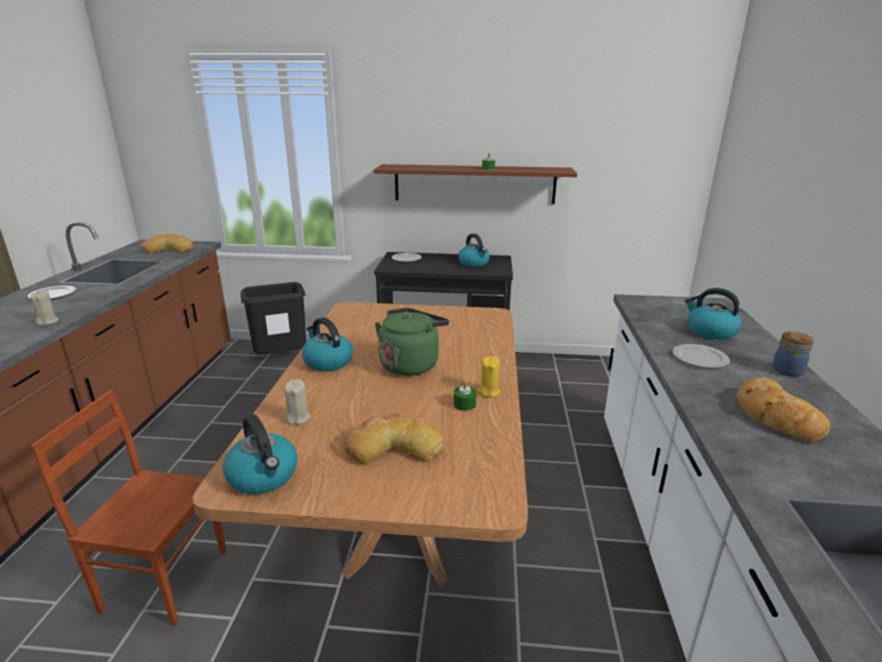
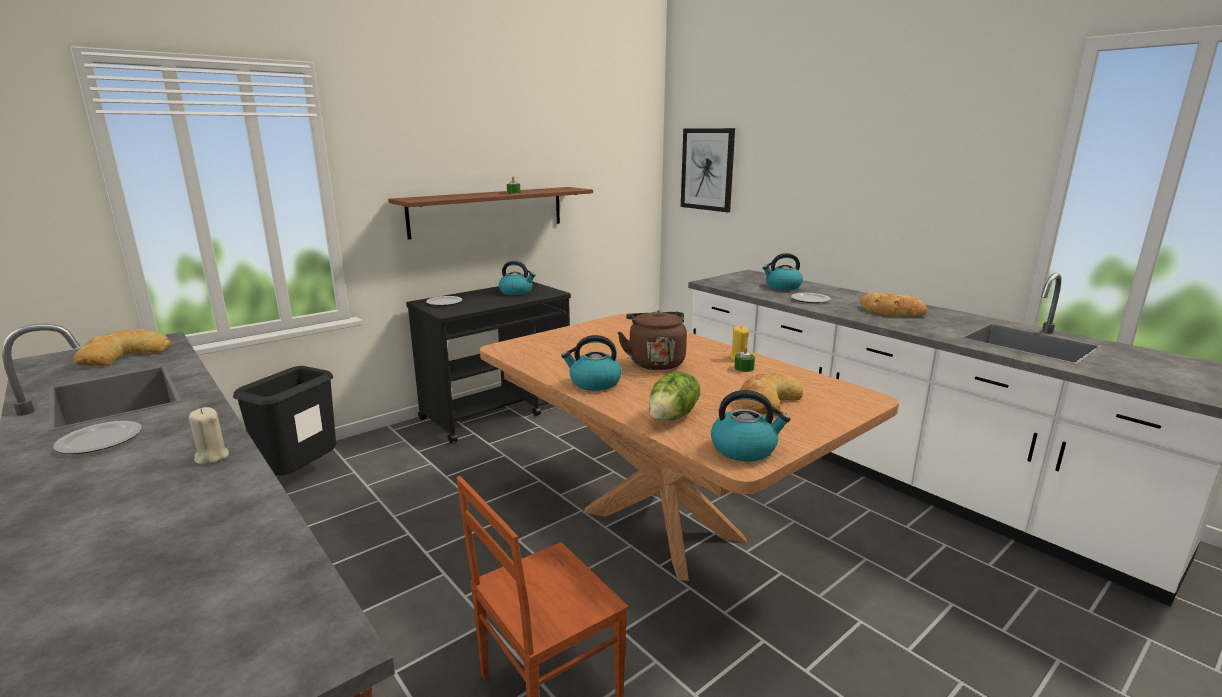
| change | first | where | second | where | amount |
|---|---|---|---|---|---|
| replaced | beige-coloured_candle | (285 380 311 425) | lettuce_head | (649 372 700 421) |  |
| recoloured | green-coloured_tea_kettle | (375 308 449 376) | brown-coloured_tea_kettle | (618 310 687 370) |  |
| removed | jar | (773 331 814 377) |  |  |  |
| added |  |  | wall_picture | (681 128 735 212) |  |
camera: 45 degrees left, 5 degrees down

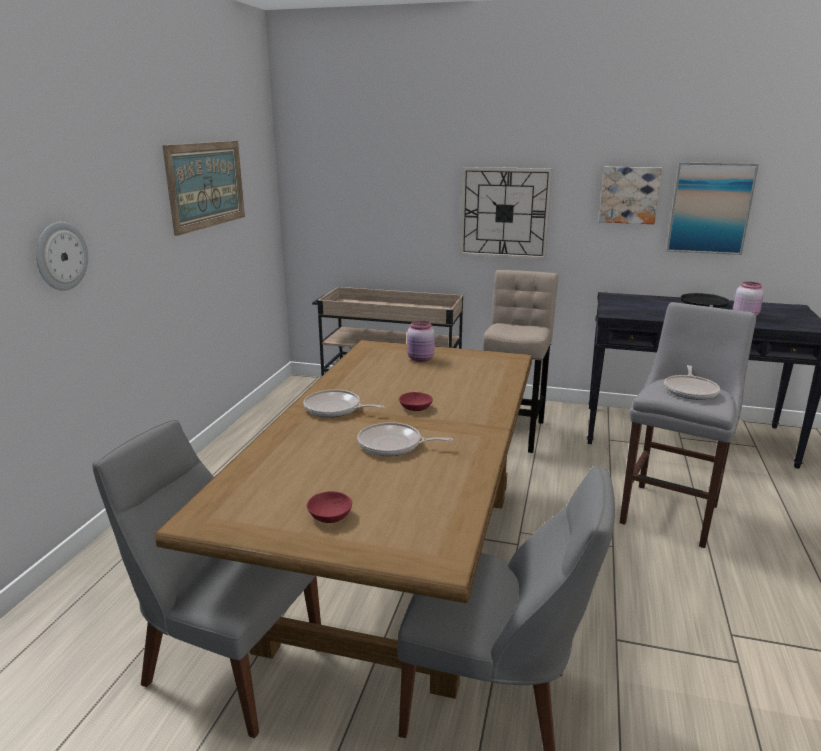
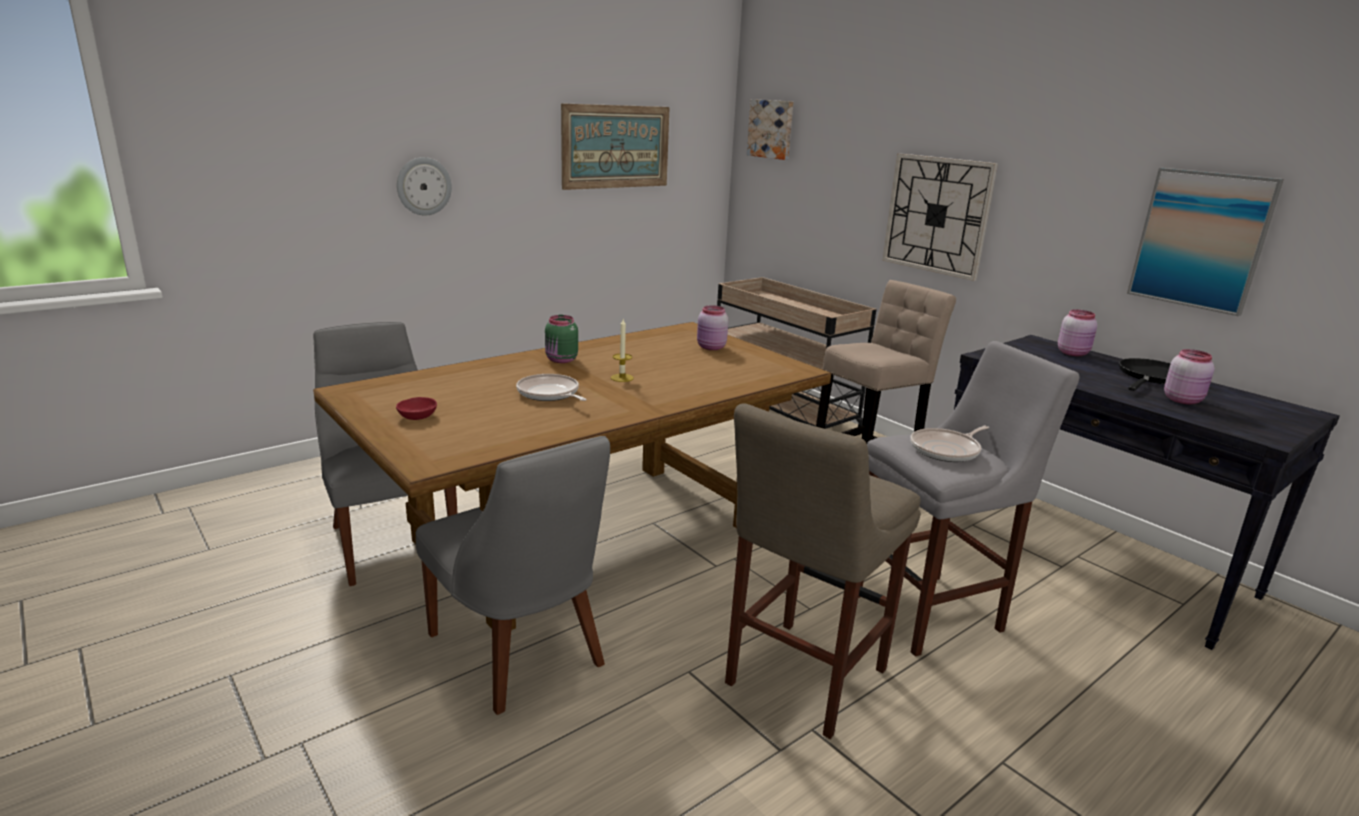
| change | first | where | second | where | amount |
|---|---|---|---|---|---|
| replaced | pan | (304 389 384 417) | green-coloured_jar | (545 315 578 363) |  |
| replaced | red_deep_dish | (399 392 433 411) | candle | (611 319 634 382) |  |
| moved | wall_picture | (599 167 662 224) |  | (747 99 793 160) |  |
| added |  |  | beige-coloured_stool | (725 403 921 739) |  |
| added |  |  | pink_jar | (1058 309 1097 356) |  |
camera: 35 degrees right, 0 degrees up

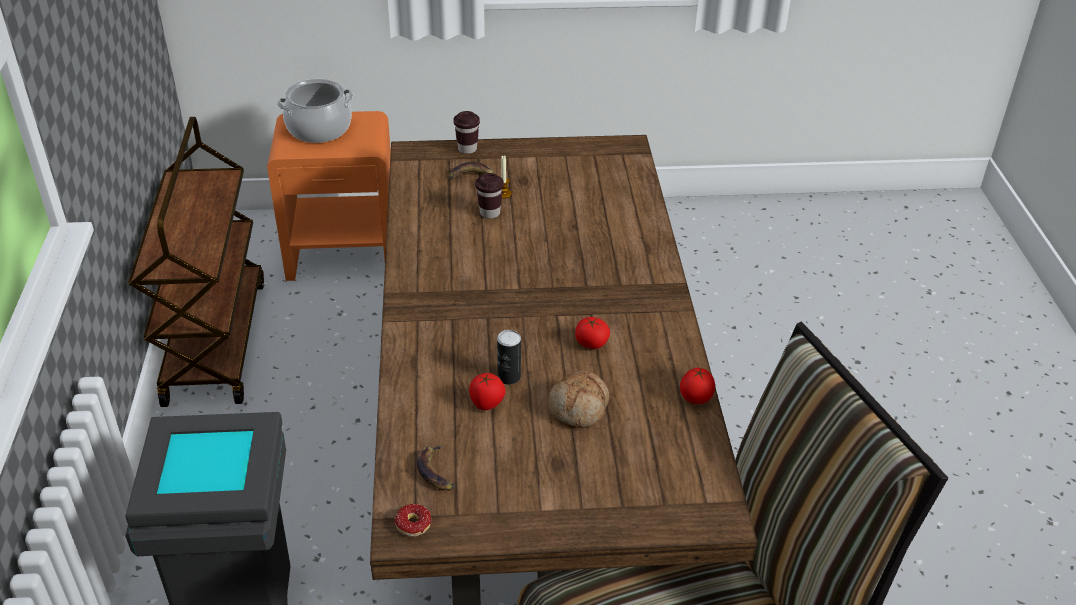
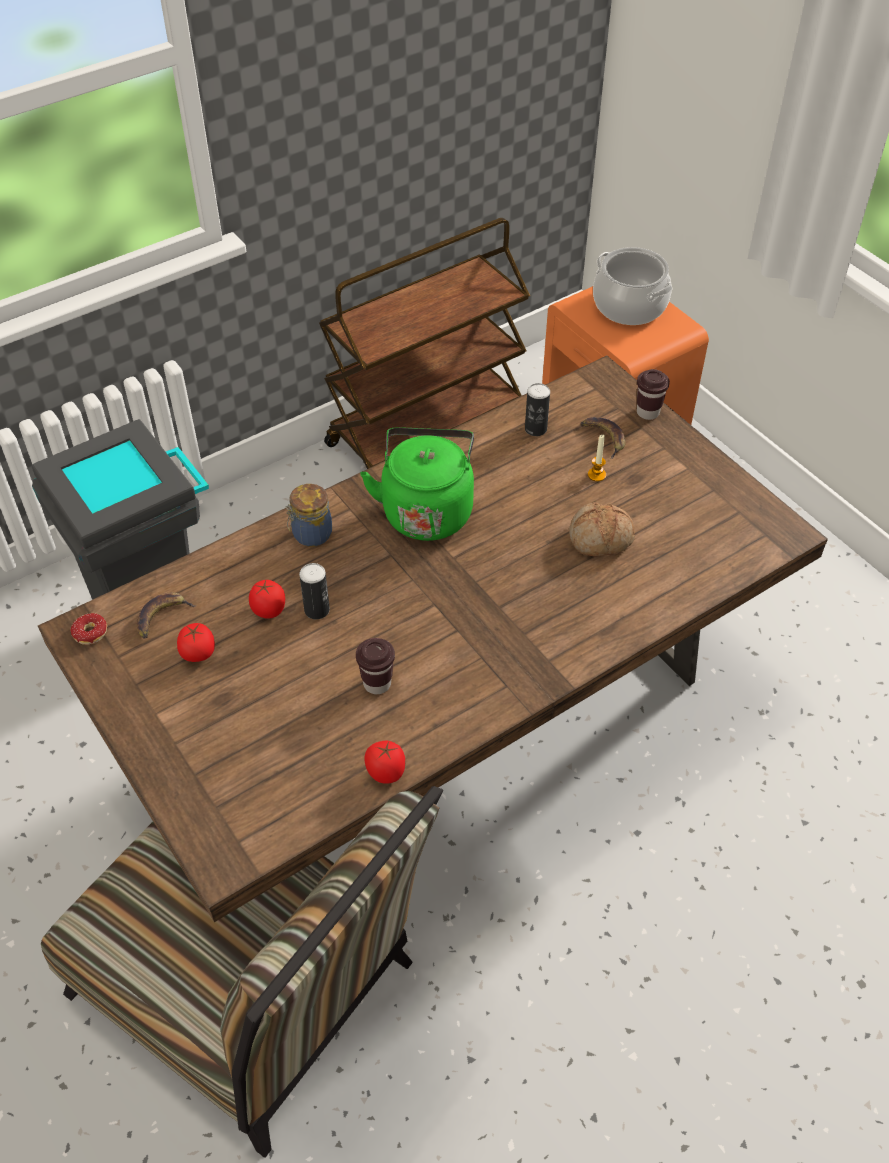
| change | first | where | second | where | amount |
|---|---|---|---|---|---|
| moved | brown-coloured_cup | (475 173 504 219) |  | (356 638 395 694) |  |
| moved | bread | (548 371 609 428) |  | (569 502 635 557) |  |
| moved | fresh_tomato | (575 317 610 349) |  | (177 623 215 662) |  |
| added |  |  | jar | (286 484 332 547) |  |
| added |  |  | green-coloured_tea_kettle | (360 427 474 541) |  |
| added |  |  | can | (525 383 550 436) |  |
camera: 60 degrees right, 10 degrees up

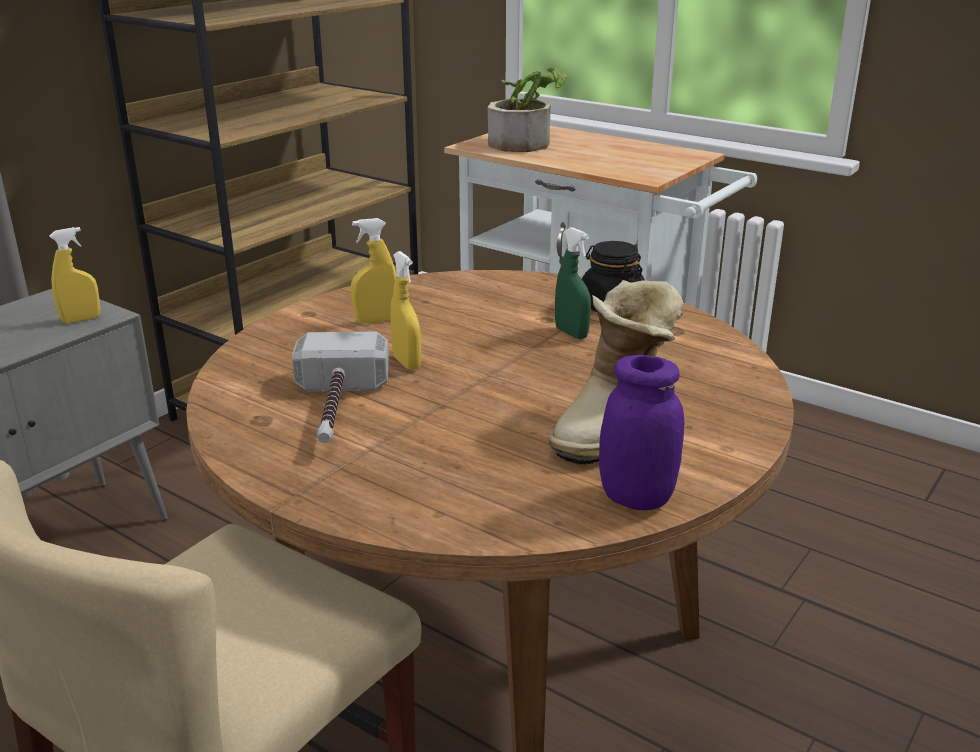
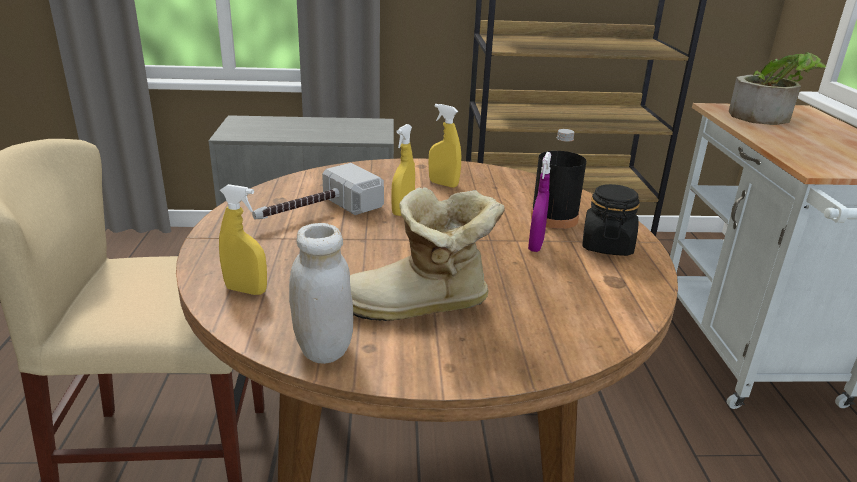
| change | first | where | second | where | amount |
|---|---|---|---|---|---|
| moved | yellow_hand_sprayer | (49 227 101 324) |  | (219 184 267 295) |  |
| recoloured | green-coloured_hand_sprayer | (555 227 591 339) | purple-coloured_hand_sprayer | (528 152 551 252) |  |
| recoloured | purple-coloured_jar | (599 355 685 510) | white_jar | (289 223 353 364) |  |
| added |  |  | blackish_beverage_bottle | (531 129 586 229) |  |
camera: 50 degrees right, 0 degrees up

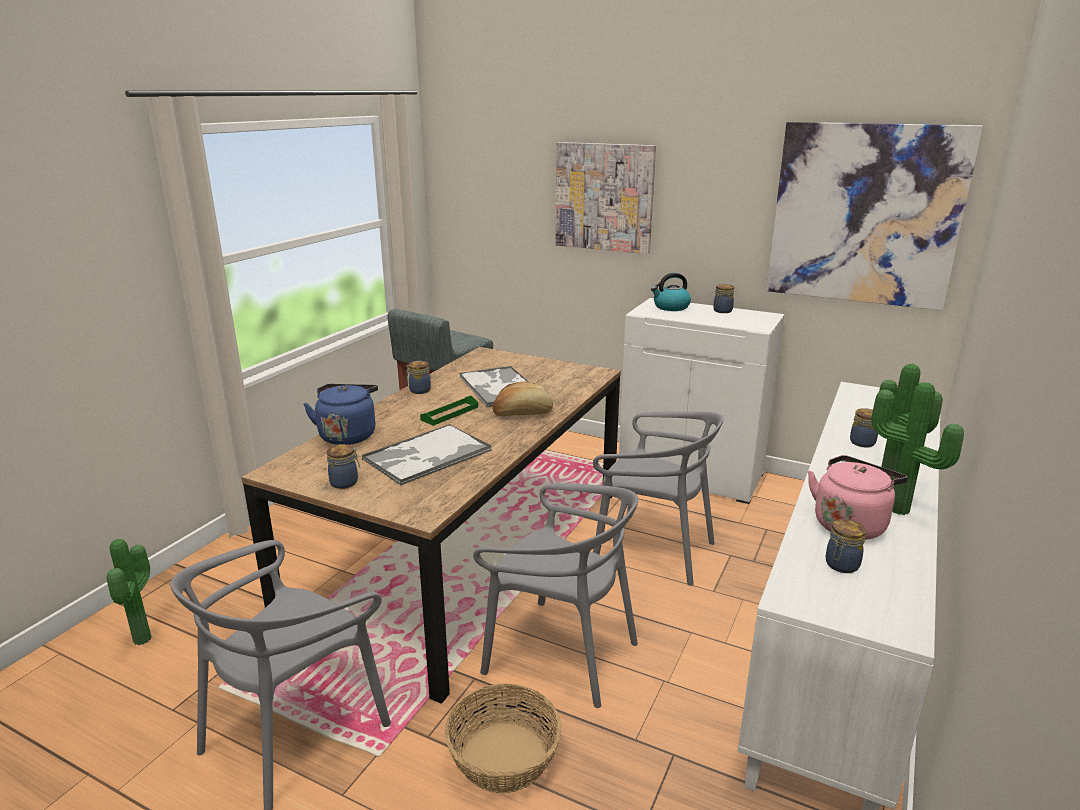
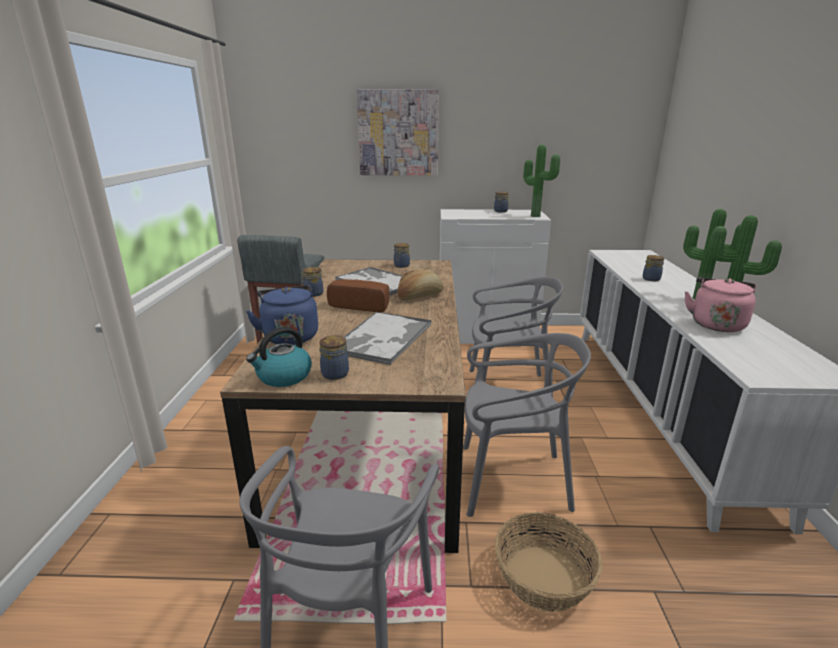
| change | first | where | second | where | amount |
|---|---|---|---|---|---|
| moved | potted_plant | (107 539 152 645) |  | (523 145 560 217) |  |
| replaced | green-coloured_tray | (420 396 478 426) | bread | (327 279 389 312) |  |
| moved | tea_kettle | (651 273 691 311) |  | (246 327 312 387) |  |
| removed | wall_picture | (766 122 983 311) |  |  |  |
| moved | jar | (826 519 866 573) |  | (394 243 410 268) |  |
camera: 25 degrees left, 0 degrees up

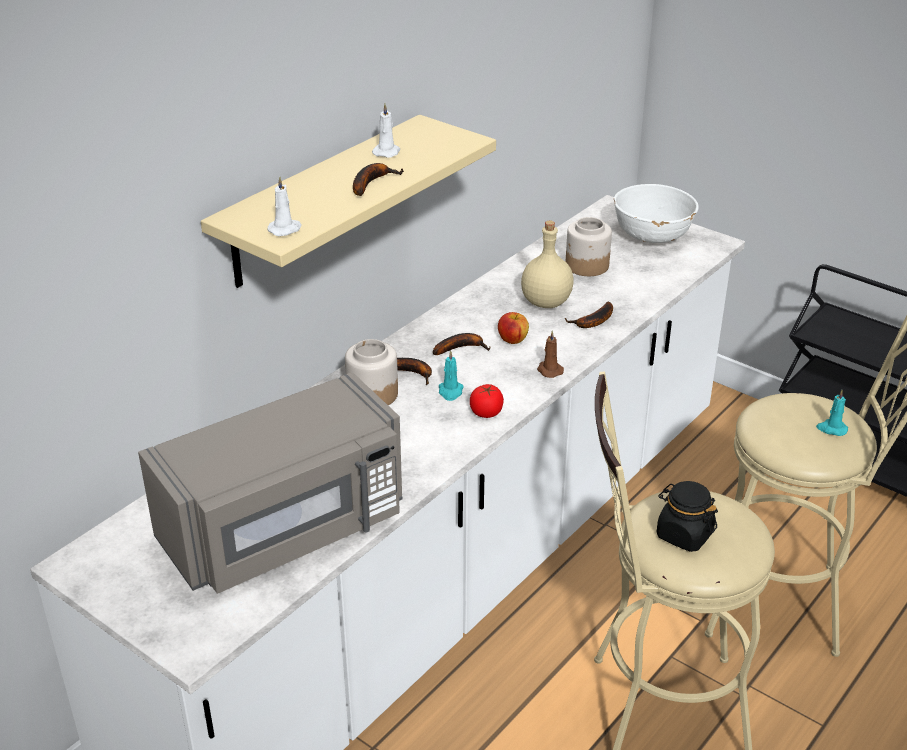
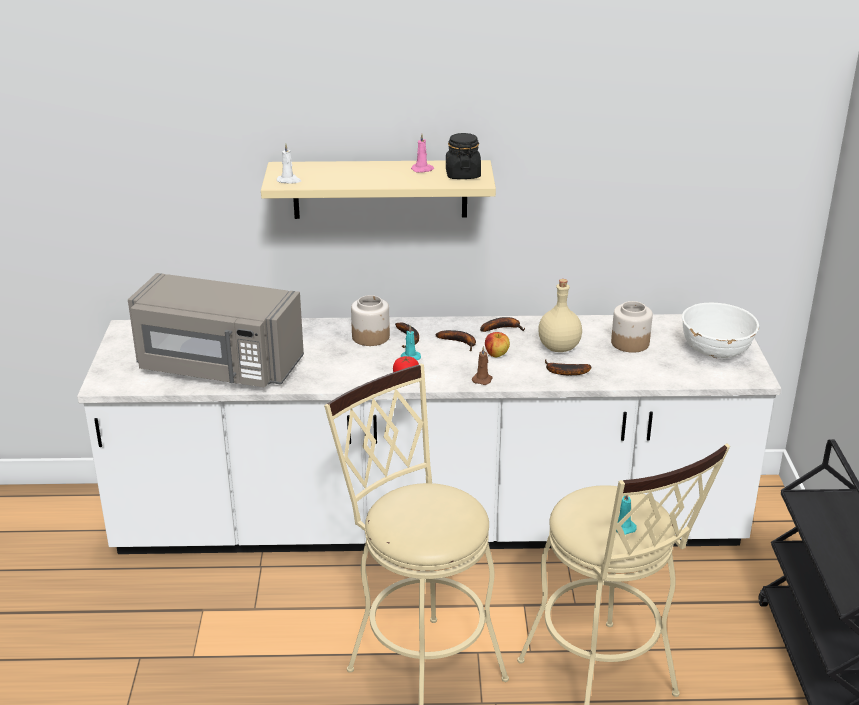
| change | first | where | second | where | amount |
|---|---|---|---|---|---|
| moved | whole_banana | (353 163 404 196) |  | (480 317 525 332) |  |
| recoloured | white_candle | (372 103 400 158) | pink_candle | (411 134 434 173) |  |
| moved | blackish_jar | (657 481 718 552) |  | (446 133 481 179) |  |
camera: 50 degrees right, 5 degrees down

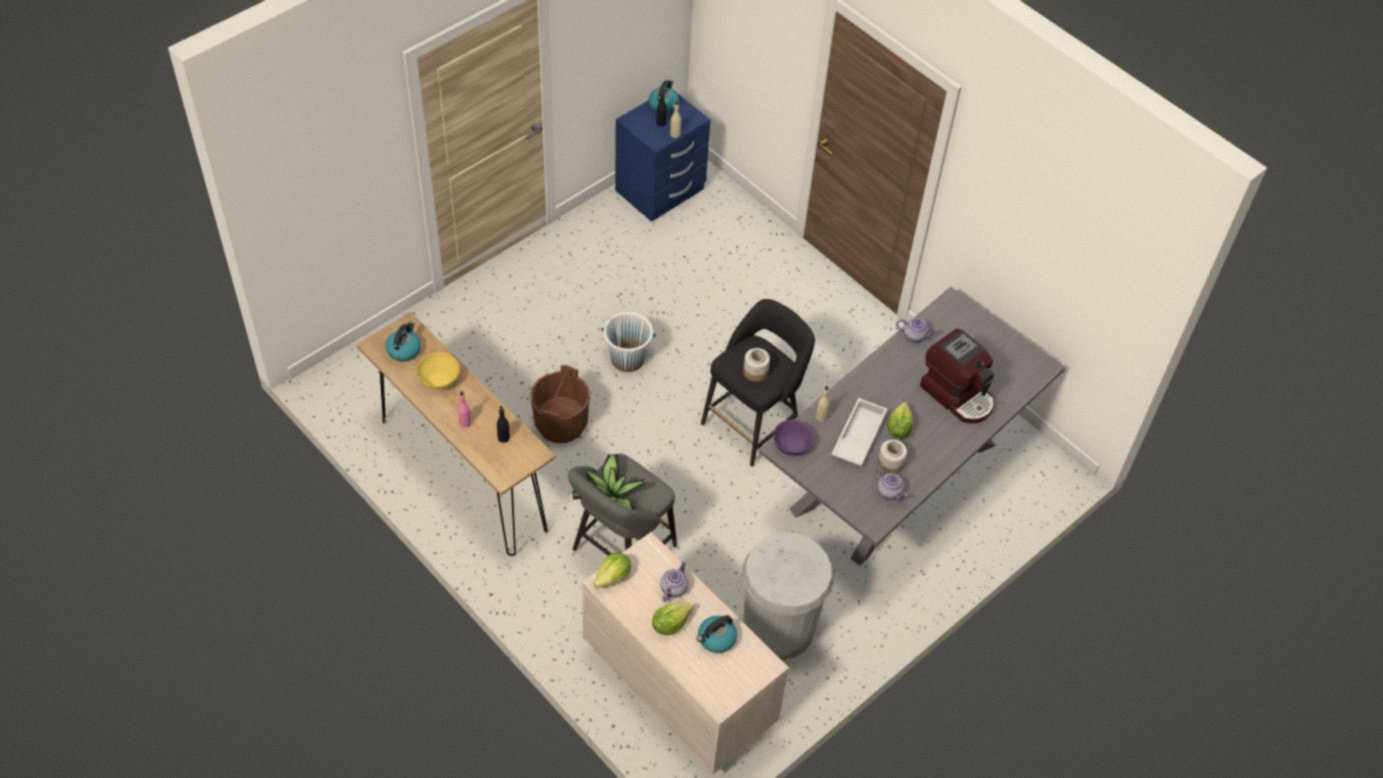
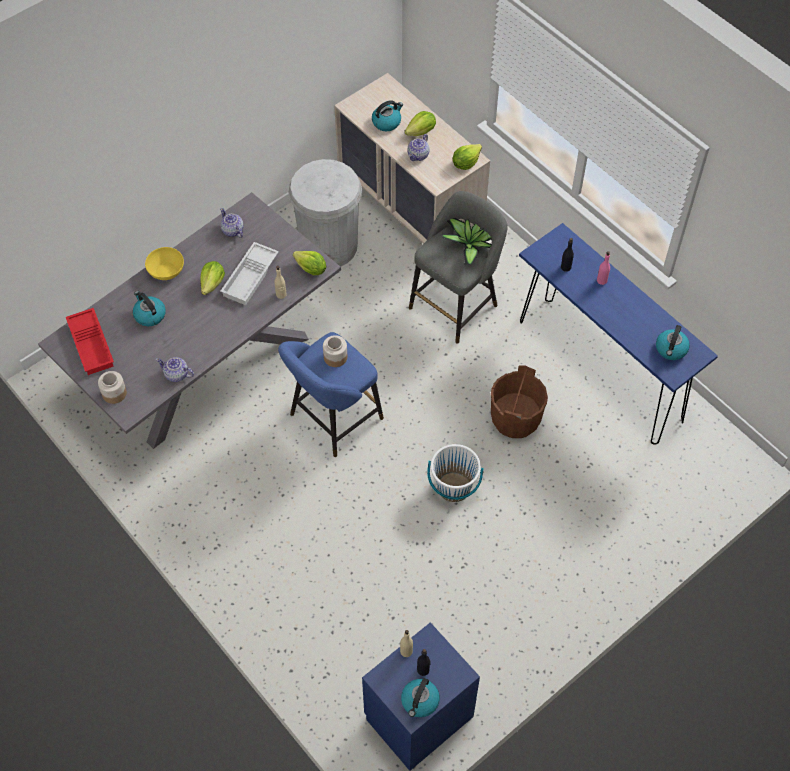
| change | first | where | second | where | amount |
|---|---|---|---|---|---|
| recoloured | brown-coloured_console_table | (356 312 556 556) | blue_console_table | (519 223 718 445) |  |
| moved | yellow_deep_dish | (417 353 460 389) |  | (145 247 184 280) |  |
| recoloured | blackish_stool | (701 299 815 466) | blue_stool | (278 332 384 457) |  |
| replaced | purple-coloured_deep_dish | (773 420 814 456) | lettuce_head | (293 251 326 275) |  |
| moved | jar | (877 440 907 474) |  | (98 371 127 404) |  |
| replaced | coffee_machine | (920 328 995 424) | tea_kettle | (133 291 166 326) |  |
| added |  |  | red_tray | (66 308 114 375) |  |
camera: 175 degrees left, 5 degrees up

